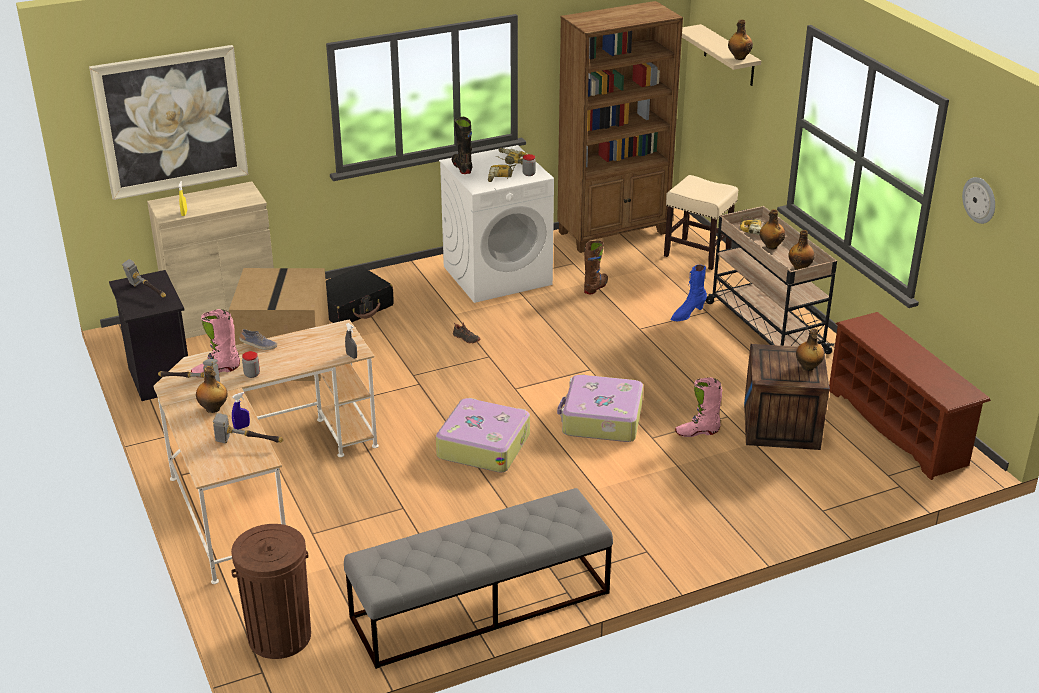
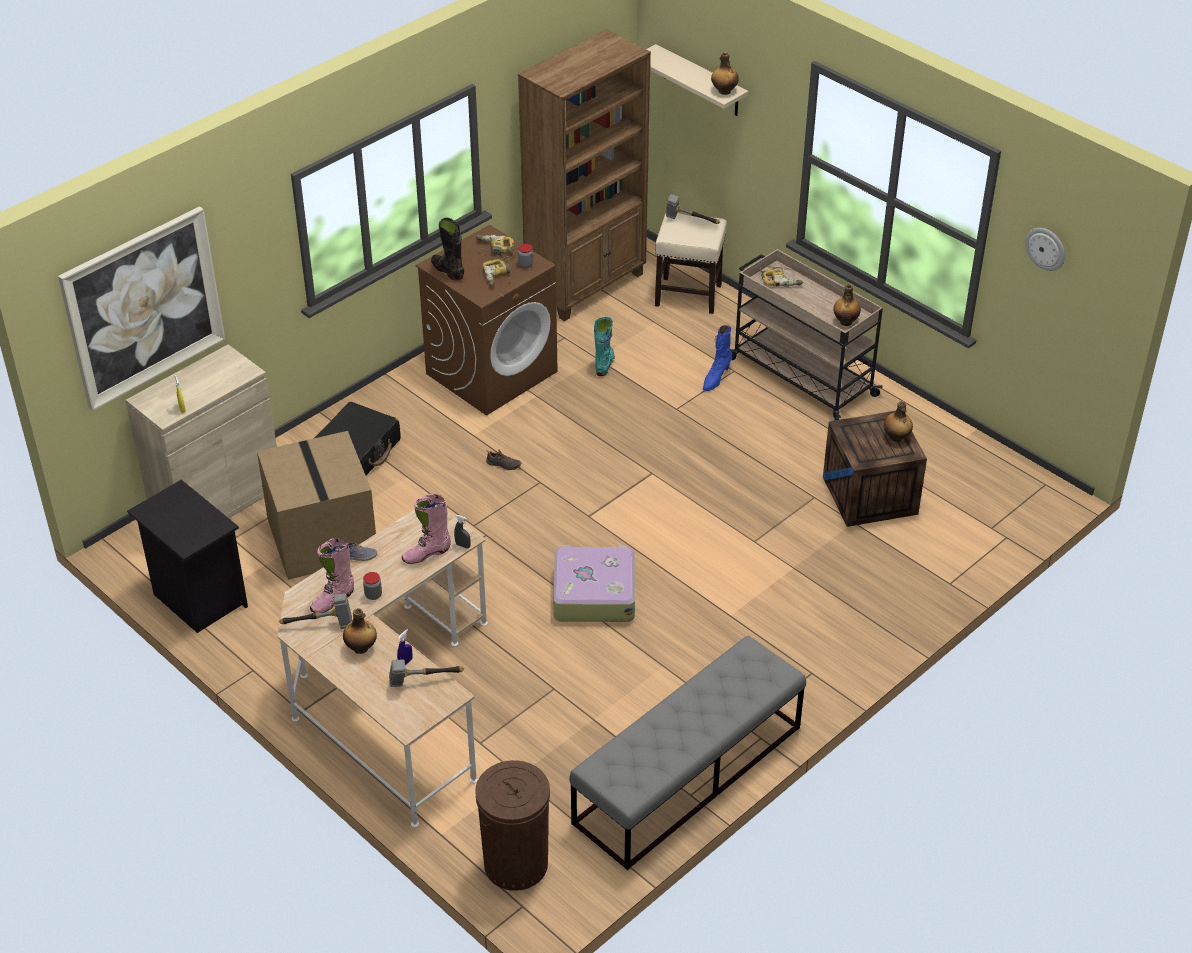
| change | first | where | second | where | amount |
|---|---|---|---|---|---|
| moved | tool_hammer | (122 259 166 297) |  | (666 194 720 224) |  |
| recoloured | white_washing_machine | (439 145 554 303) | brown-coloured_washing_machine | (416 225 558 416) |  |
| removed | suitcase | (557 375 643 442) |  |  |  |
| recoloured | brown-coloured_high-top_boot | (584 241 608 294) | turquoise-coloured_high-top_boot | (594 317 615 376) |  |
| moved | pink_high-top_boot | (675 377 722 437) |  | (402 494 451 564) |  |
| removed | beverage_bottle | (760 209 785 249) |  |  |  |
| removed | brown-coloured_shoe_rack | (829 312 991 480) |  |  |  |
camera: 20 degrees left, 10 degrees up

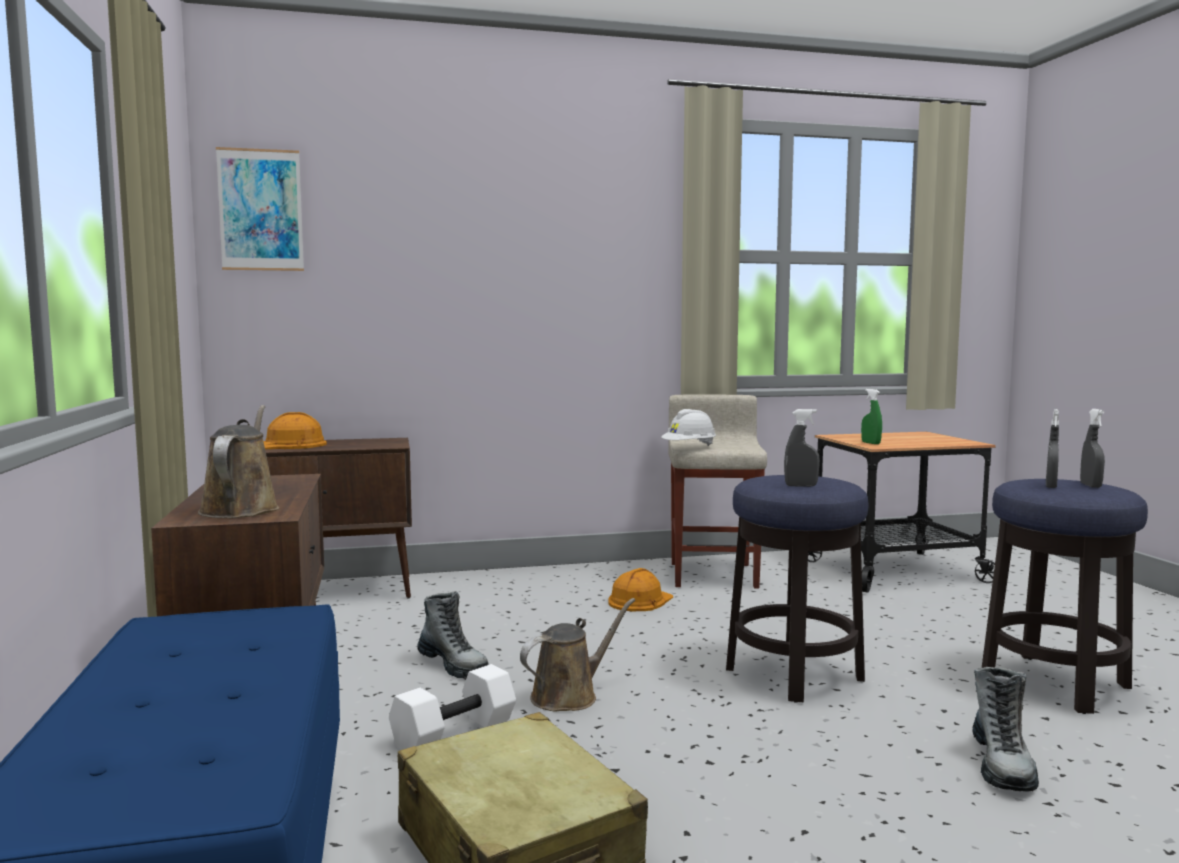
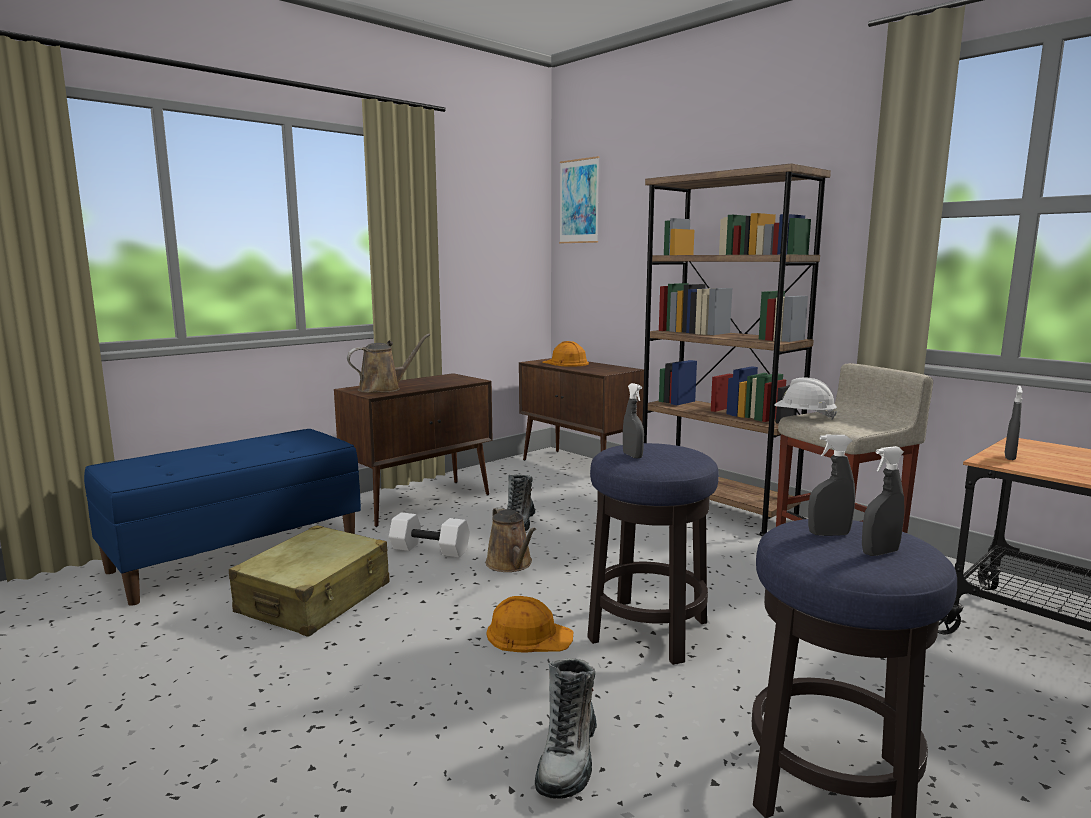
| change | first | where | second | where | amount |
|---|---|---|---|---|---|
| turned | brown-coloured_sprinkling_can | (520 598 635 711) |  | (486 507 536 572) | 45 degrees clockwise |
| moved | orange-coloured_safety_helmet | (608 568 673 611) |  | (487 596 573 653) |  |
| recoloured | green-coloured_hand_sprayer | (861 389 882 444) | gray_hand_sprayer | (1005 386 1023 460) |  |
| turned | high-top_boot | (972 667 1039 792) |  | (535 658 597 799) | 60 degrees counterclockwise |
| added |  |  | brown-coloured_shelving_unit | (643 163 831 536) |  |
camera: 60 degrees right, 5 degrees up

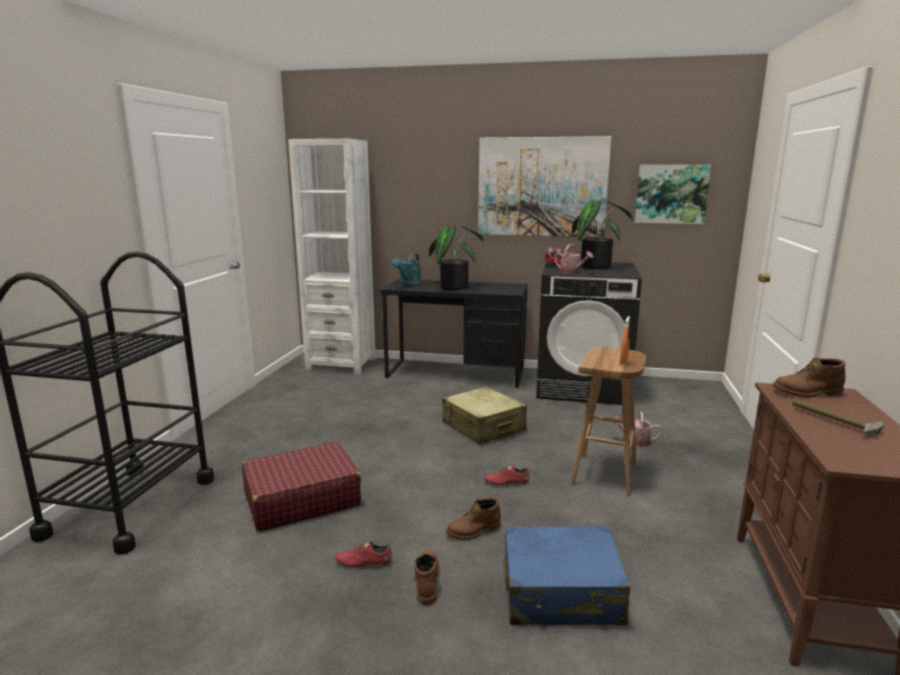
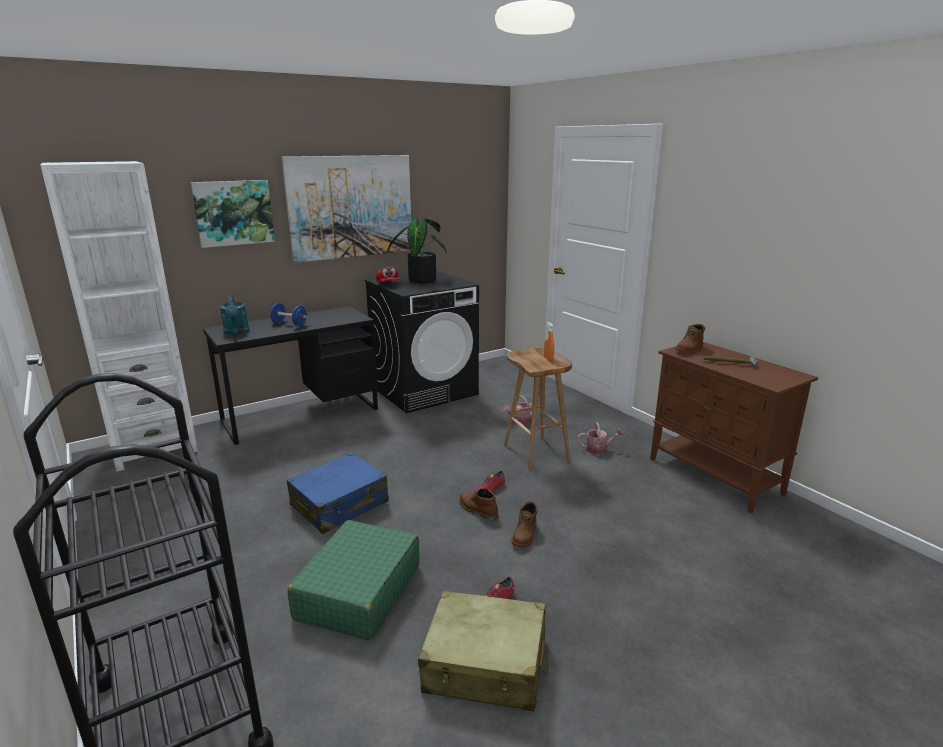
| change | first | where | second | where | amount |
|---|---|---|---|---|---|
| recoloured | red_suitcase | (242 442 361 532) | green-coloured_suitcase | (288 520 420 641) |  |
| moved | brown-coloured_high-top_boot | (414 550 440 605) |  | (459 488 499 520) |  |
| replaced | potted_plant | (429 225 484 290) | blue_dumbbell | (270 303 307 326) |  |
| moved | beige-coloured_suitcase | (442 387 527 444) |  | (418 591 549 711) |  |
| moved | blue_suitcase | (504 526 630 625) |  | (287 452 389 534) |  |
| moved | sprinkling_can | (554 244 593 274) |  | (578 422 624 454) |  |
| moved | wall_picture | (635 165 711 224) |  | (190 180 275 248) |  |
camera: 45 degrees left, 5 degrees up

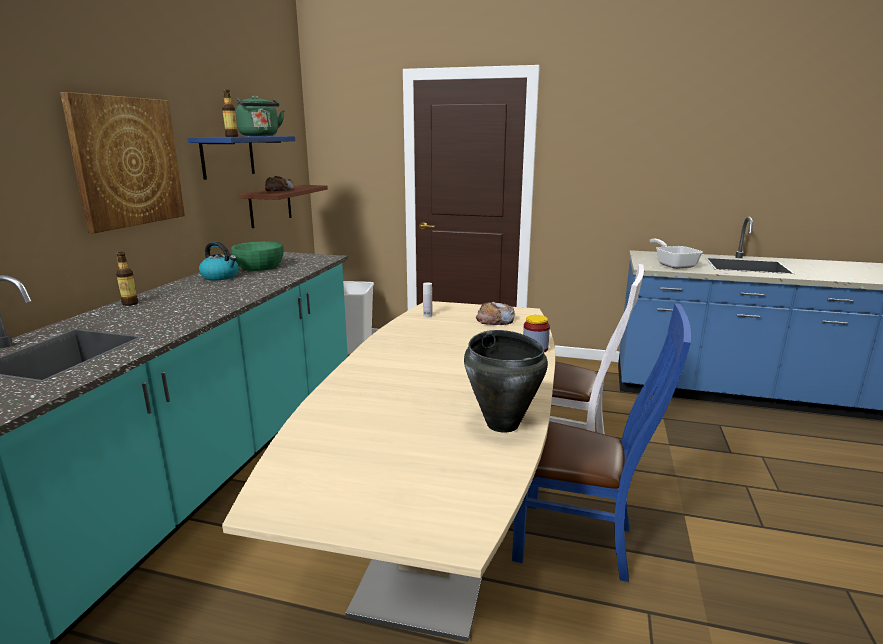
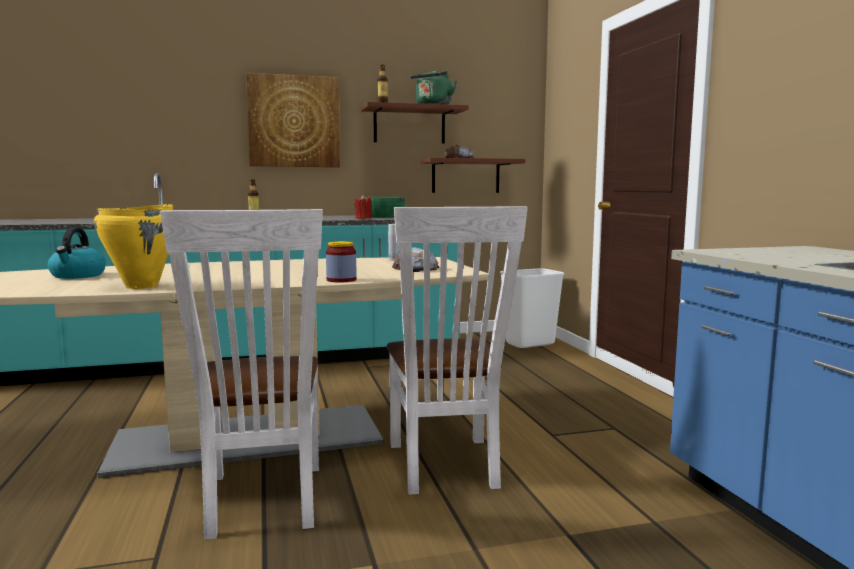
| change | first | where | second | where | amount |
|---|---|---|---|---|---|
| recoloured | blue_wall_shelf | (188 136 295 180) | brown-coloured_wall_shelf | (361 102 469 144) |  |
| moved | tea_kettle | (199 242 239 280) |  | (48 227 106 279) |  |
| recoloured | blackish_stockpot | (464 330 548 433) | yellow_stockpot | (94 204 173 289) |  |
| recoloured | blue_chair | (512 303 691 582) | white_chair | (160 209 323 540) |  |
| removed | pan | (649 239 703 269) |  |  |  |
| added |  |  | red_candle | (354 195 372 219) |  |
camera: 60 degrees right, 10 degrees down

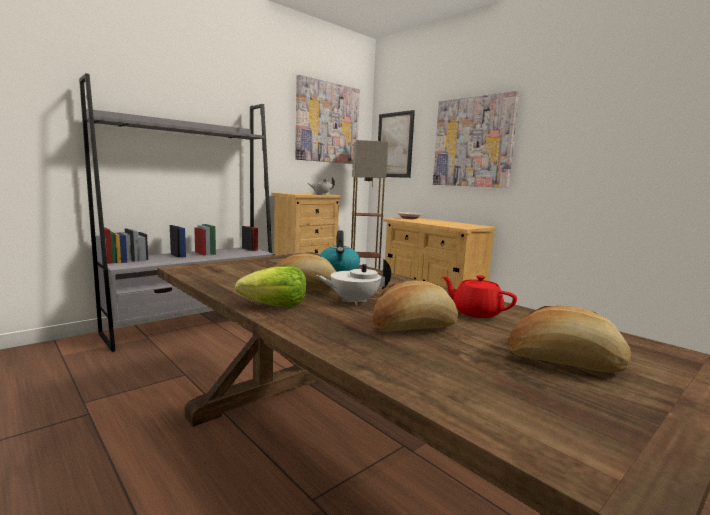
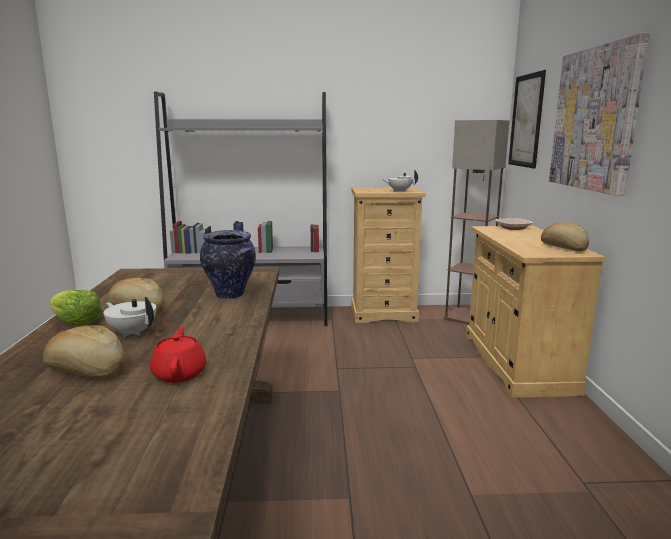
| change | first | where | second | where | amount |
|---|---|---|---|---|---|
| removed | wall_picture | (295 75 360 164) |  |  |  |
| replaced | tea_kettle | (320 230 360 272) | flower_vase | (200 230 256 299) |  |
| moved | bread | (509 306 631 373) |  | (541 222 589 251) |  |
camera: 40 degrees right, 5 degrees up

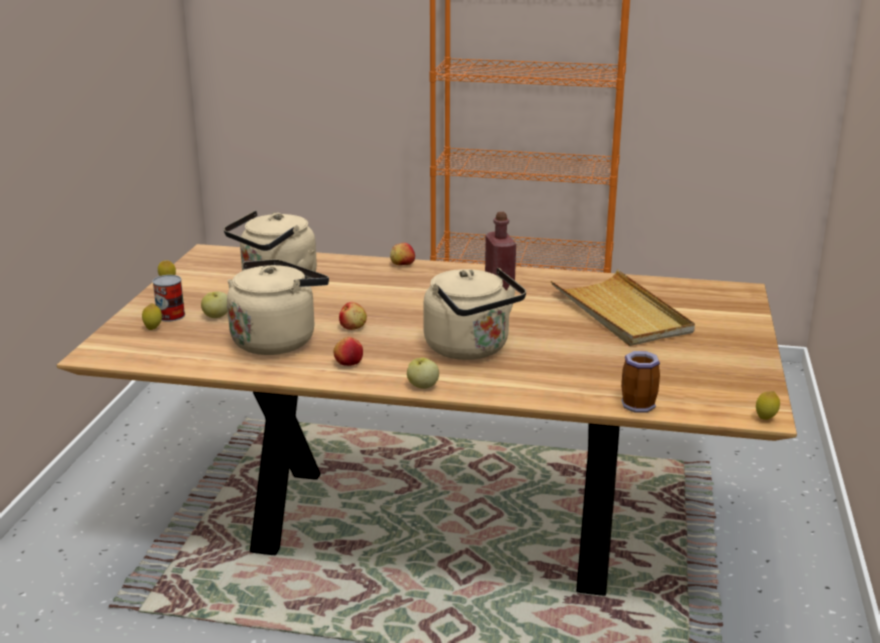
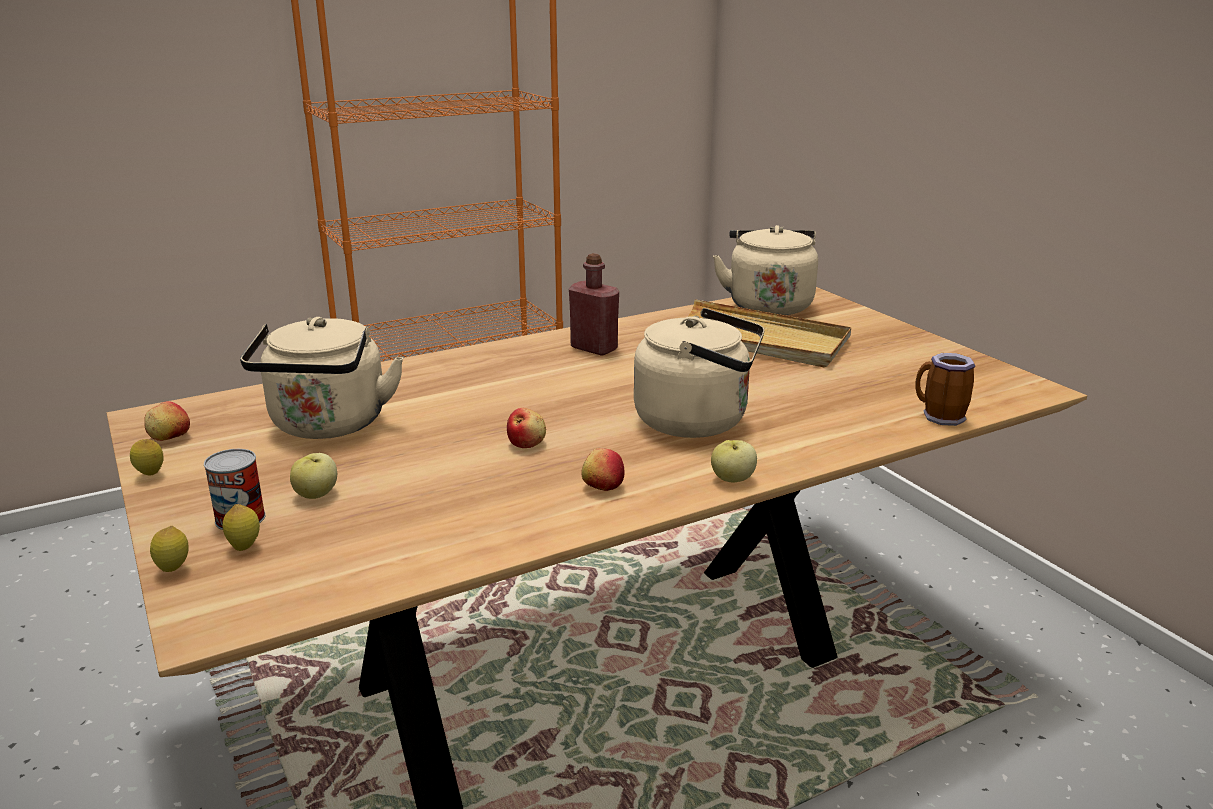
| change | first | where | second | where | amount |
|---|---|---|---|---|---|
| moved | beige-coloured_tea_kettle | (227 259 329 355) |  | (713 225 818 315) |  |
| moved | whole_apple | (390 243 415 265) |  | (144 401 190 441) |  |
| moved | lemon | (756 391 780 420) |  | (150 526 189 572) |  |
camera: 40 degrees left, 0 degrees up

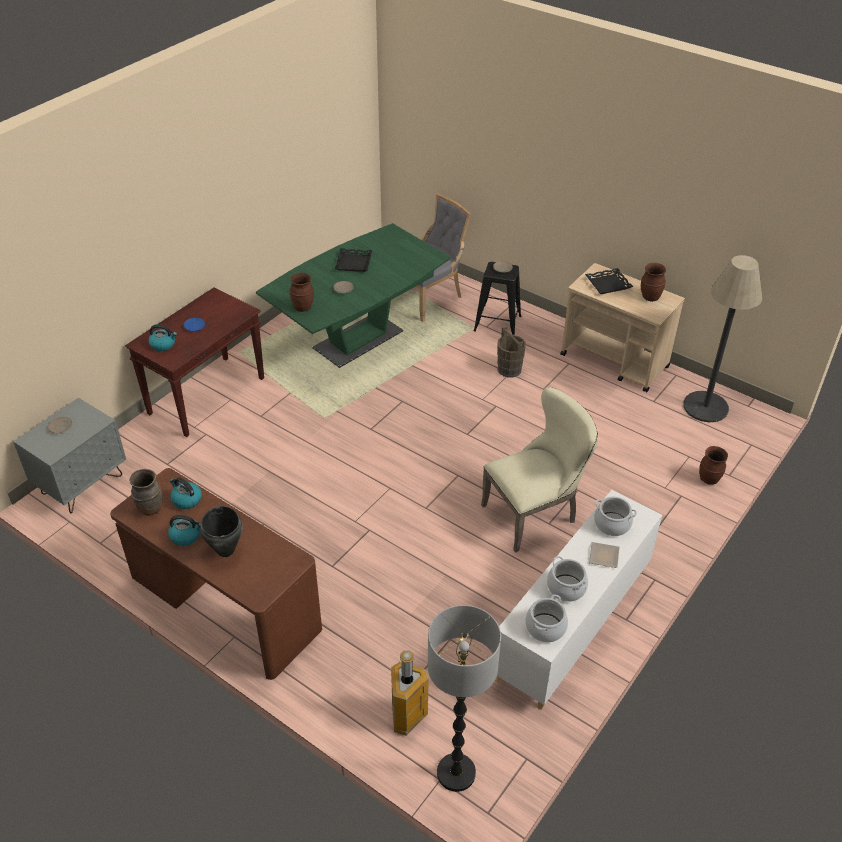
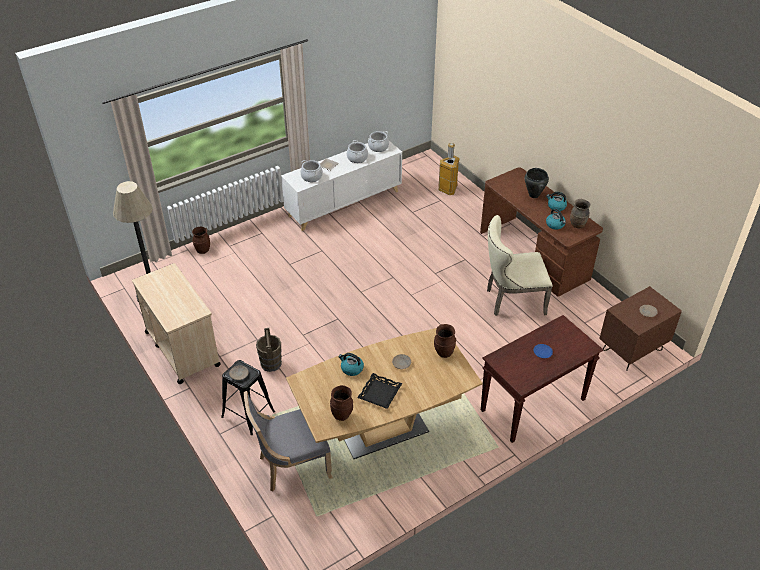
| change | first | where | second | where | amount |
|---|---|---|---|---|---|
| recoloured | gray_night_table | (13 398 126 514) | brown-coloured_night_table | (599 286 682 371) |  |
| moved | tea_kettle | (148 324 177 351) |  | (338 353 364 376) |  |
| recoloured | green-coloured_kitchen_table | (256 223 450 368) | brown-coloured_kitchen_table | (286 328 482 459) |  |
| removed | standard_lamp | (428 605 501 792) |  |  |  |
| moved | beige-coloured_chair | (481 387 598 553) |  | (487 215 553 316) |  |
| removed | blackish_tray | (585 268 633 294) |  |  |  |
| moved | brown-coloured_flower_vase | (641 263 666 302) |  | (330 385 353 421) |  |
camera: 160 degrees left, 0 degrees up

